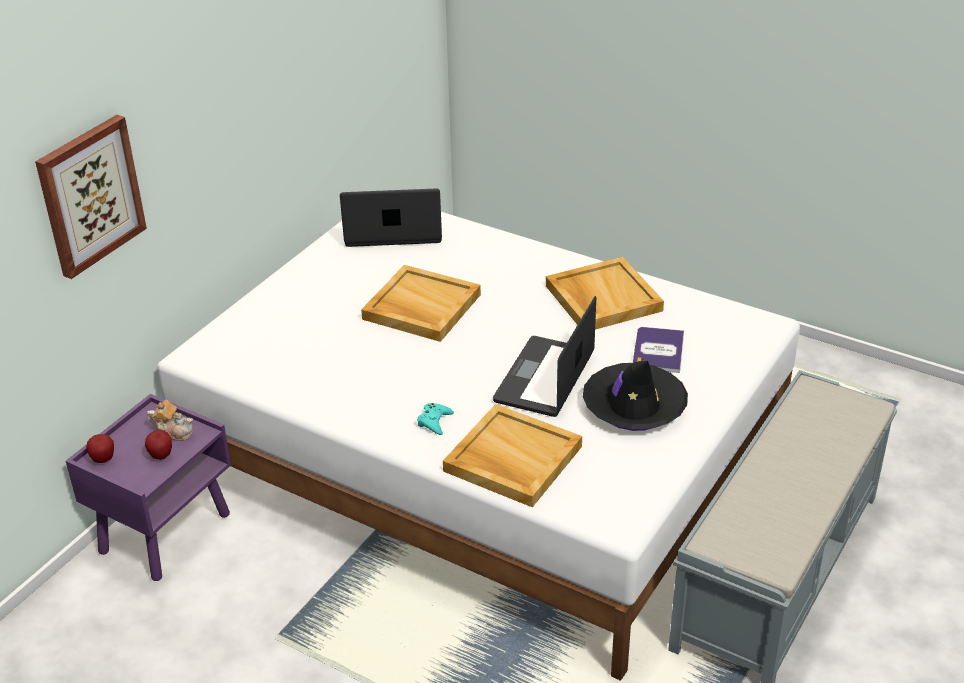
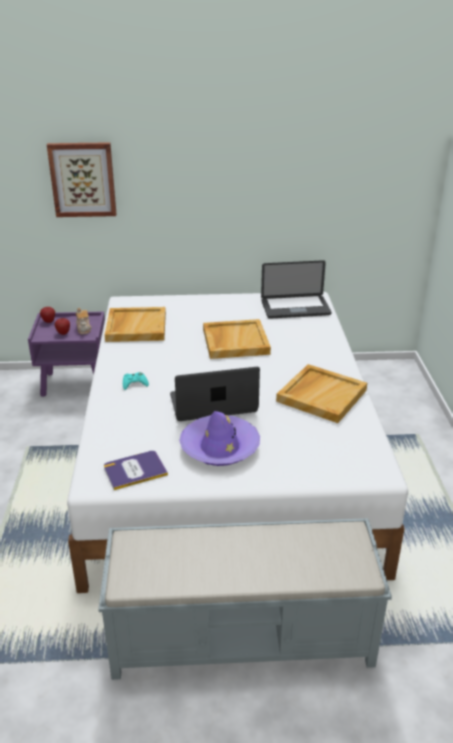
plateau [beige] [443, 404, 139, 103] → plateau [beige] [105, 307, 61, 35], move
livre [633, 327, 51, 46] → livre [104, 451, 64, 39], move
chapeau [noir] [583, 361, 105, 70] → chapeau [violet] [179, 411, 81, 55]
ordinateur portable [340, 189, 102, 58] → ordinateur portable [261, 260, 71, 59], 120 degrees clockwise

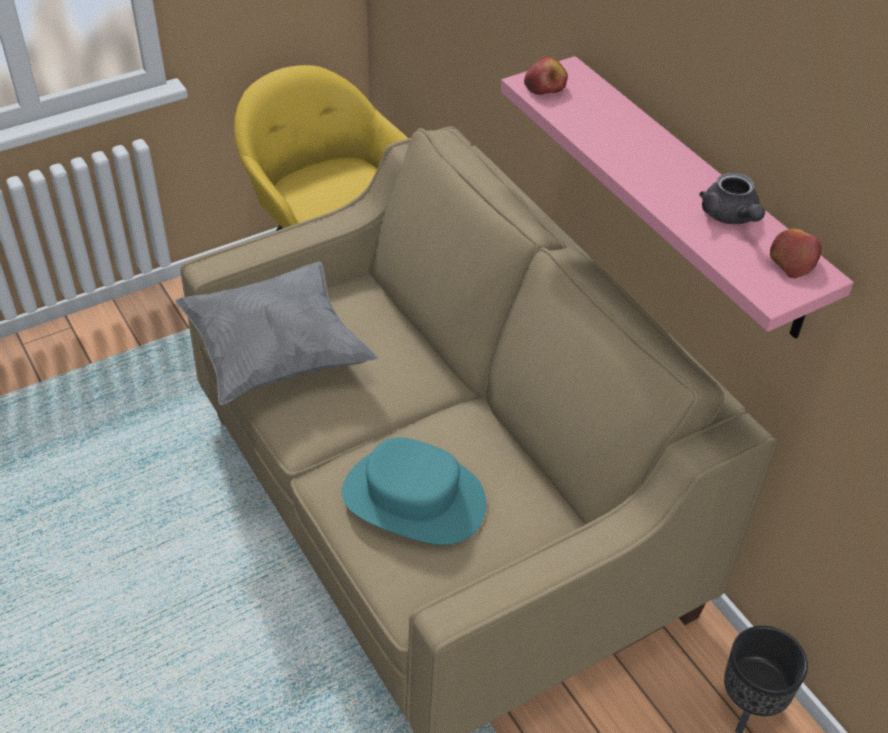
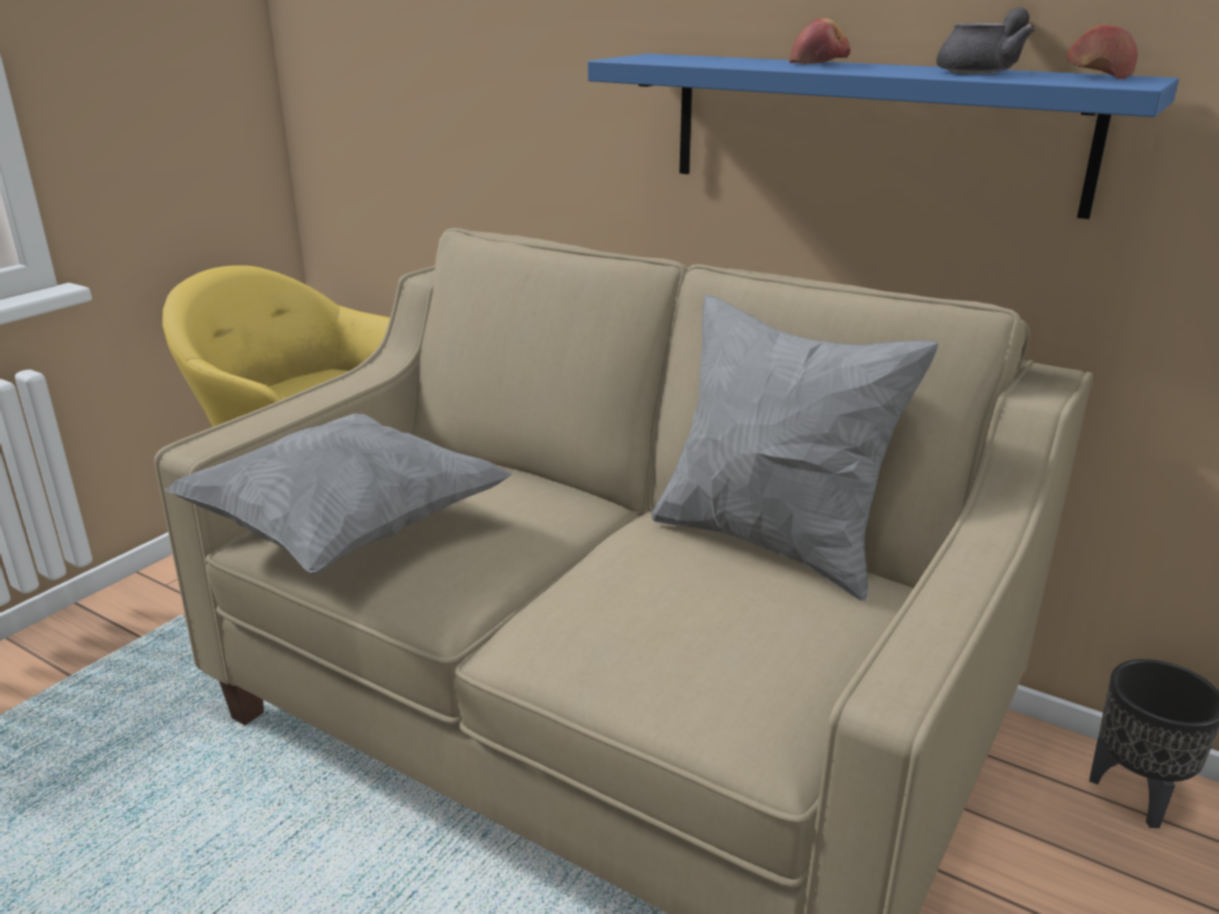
chapeau [turquoise] [342, 437, 144, 108] → -
- → coussin [gris] [652, 294, 286, 307]
pomme [524, 57, 44, 38] → pomme [789, 18, 61, 46], move
étagère [rose] [501, 56, 353, 283] → étagère [bleu] [588, 54, 591, 165]
théière [gris] [699, 173, 66, 51] → théière [gris] [937, 7, 99, 67], 90 degrees counterclockwise

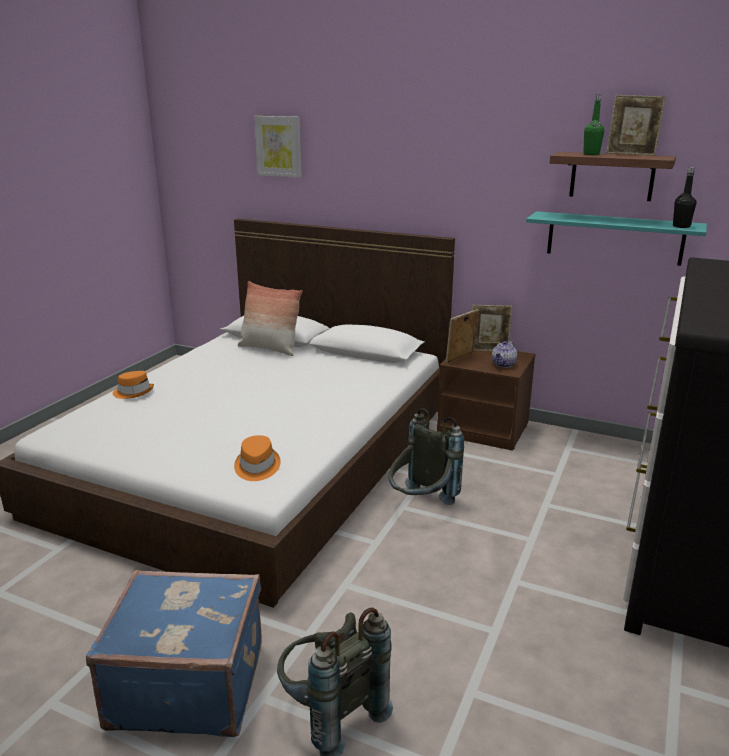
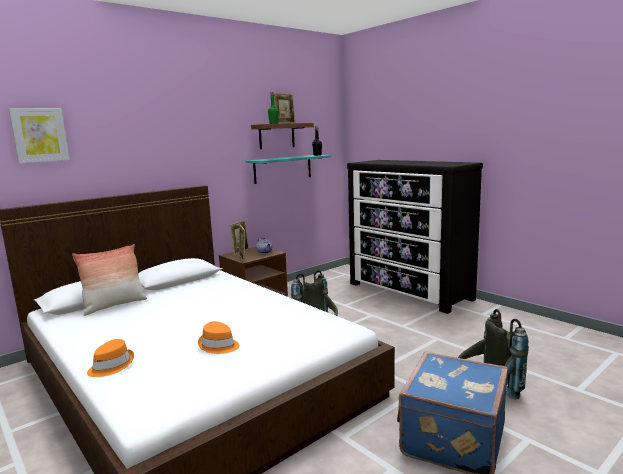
chapeau [orange] [234, 435, 46, 46] → chapeau [orange] [198, 321, 42, 33], move

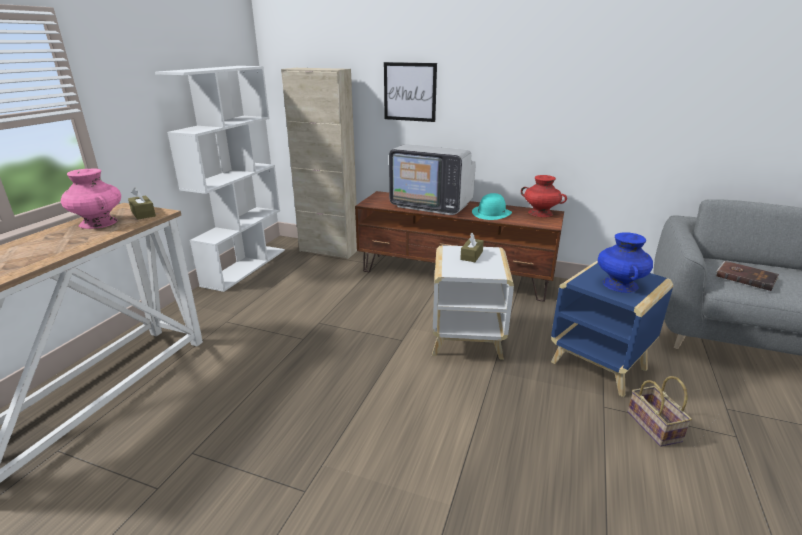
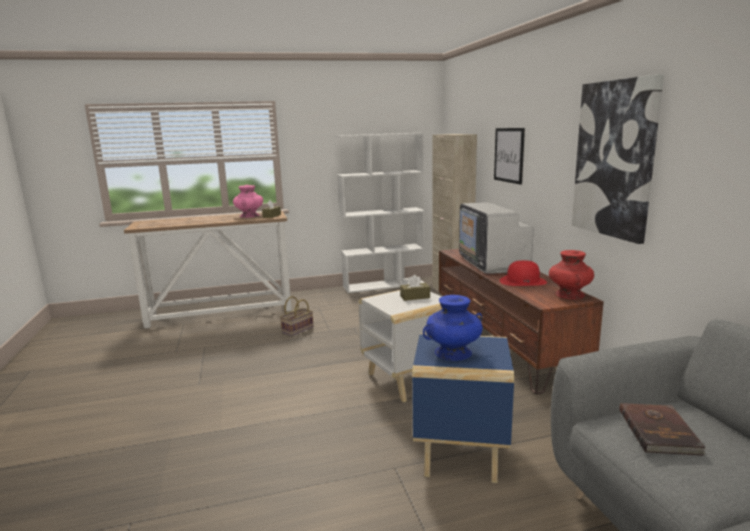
- → tableau [572, 74, 92, 170]
panier [628, 376, 64, 71] → panier [280, 296, 34, 40], move
chapeau [turquoise] [472, 193, 40, 27] → chapeau [rouge] [500, 260, 47, 26]

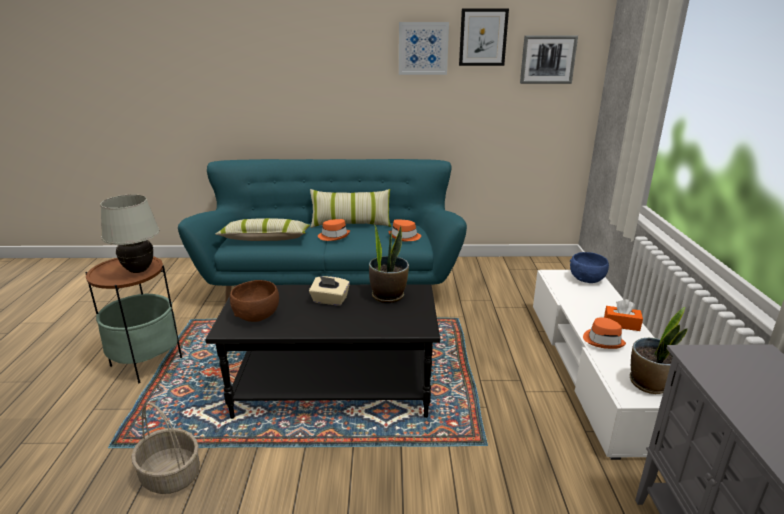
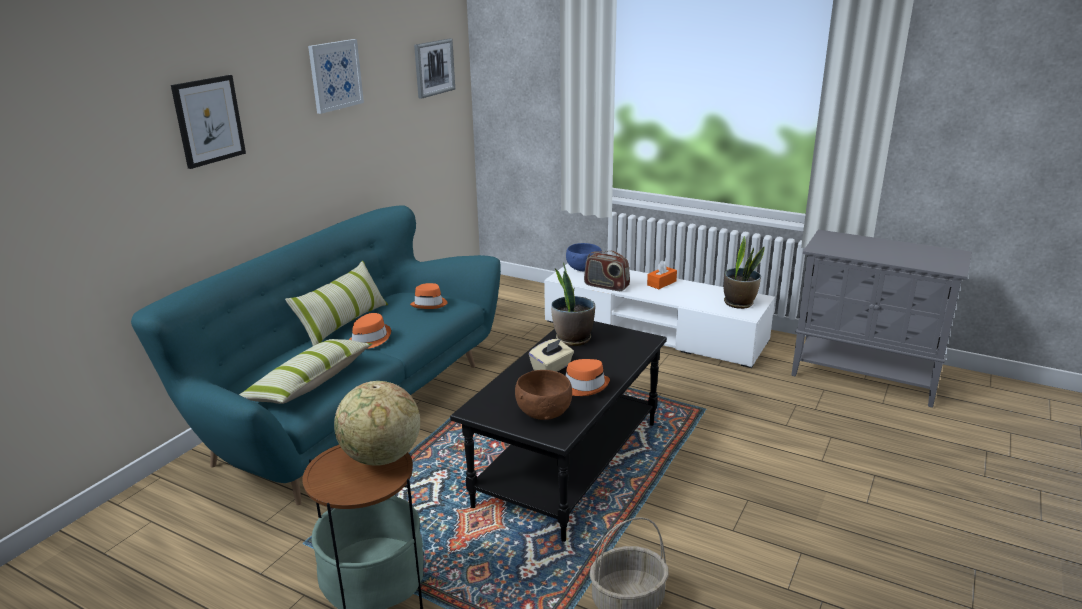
- → radio [584, 251, 46, 40]
tableau [459, 9, 50, 57] → tableau [171, 75, 75, 94], move
chapeau [orange] [583, 317, 43, 32] → chapeau [orange] [565, 359, 45, 37], move
lampe de table [blanc] [100, 194, 60, 79] → globe [334, 381, 86, 85]

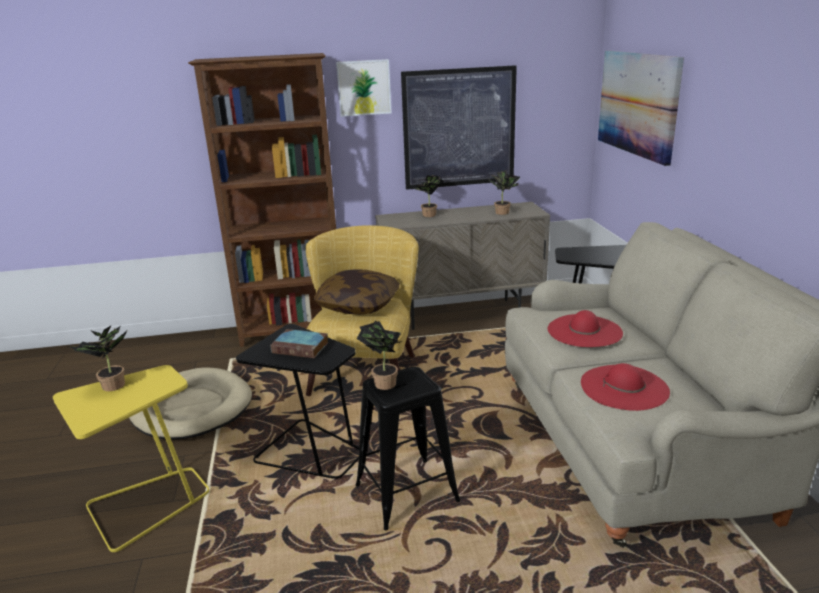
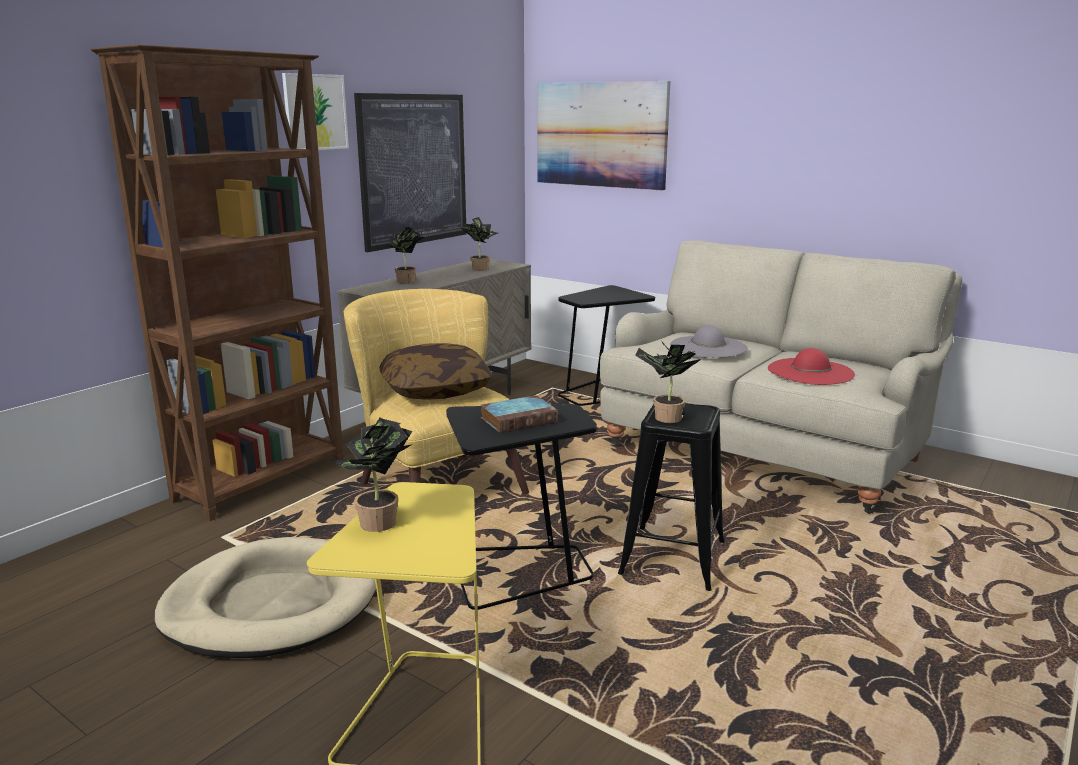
chapeau [rouge] [547, 310, 76, 37] → chapeau [gris] [670, 325, 78, 33]

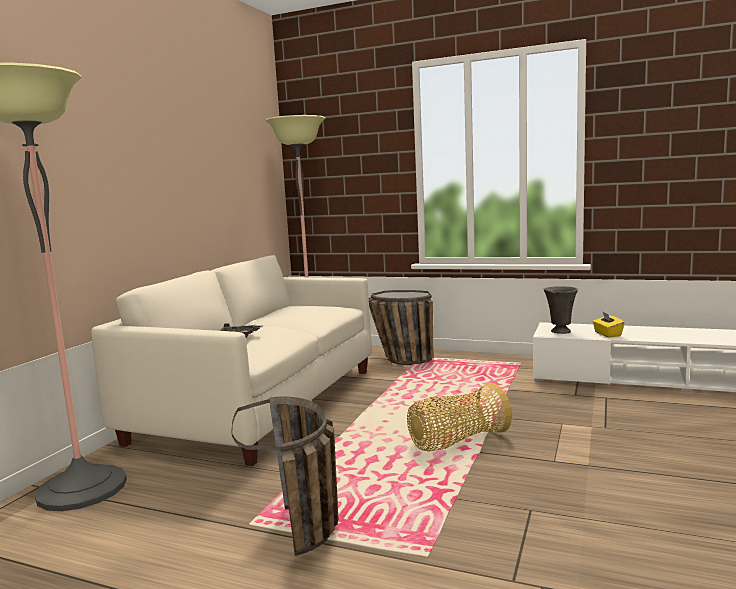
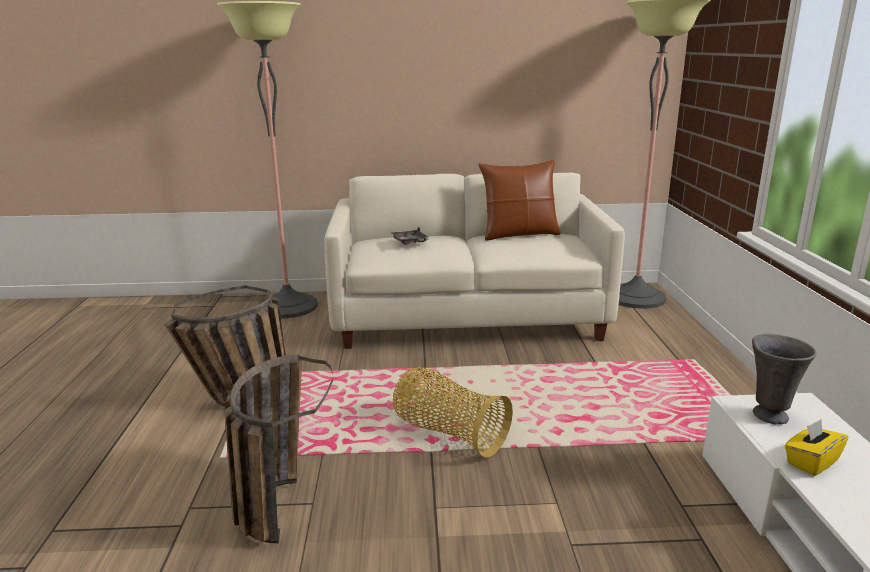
- → coussin [marron] [478, 160, 82, 81]
panier [369, 290, 65, 75] → panier [224, 354, 109, 189], move

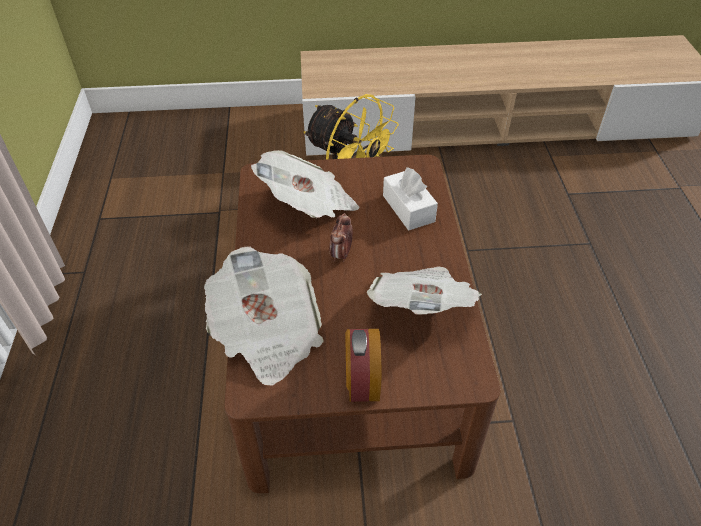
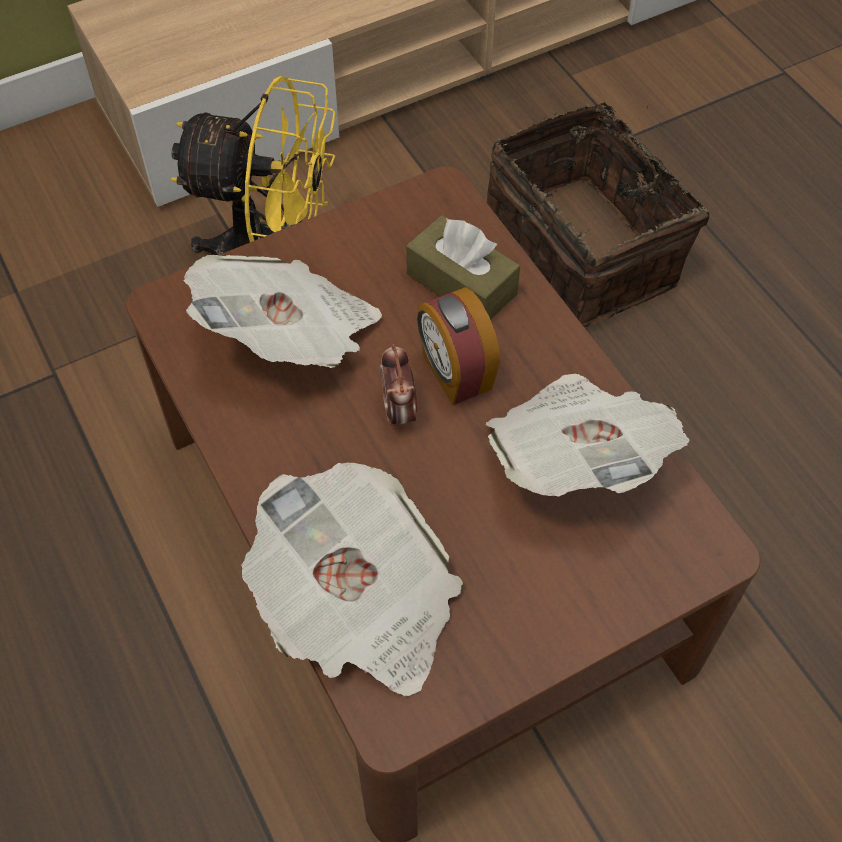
- → panier [487, 102, 222, 225]
réveil [345, 329, 36, 73] → réveil [417, 287, 83, 118], move
boîte à mouchoirs [blanc] [383, 167, 55, 63] → boîte à mouchoirs [marron] [406, 215, 114, 105]

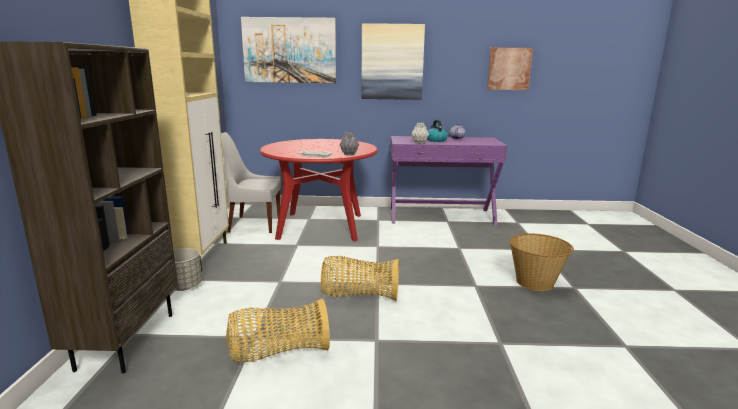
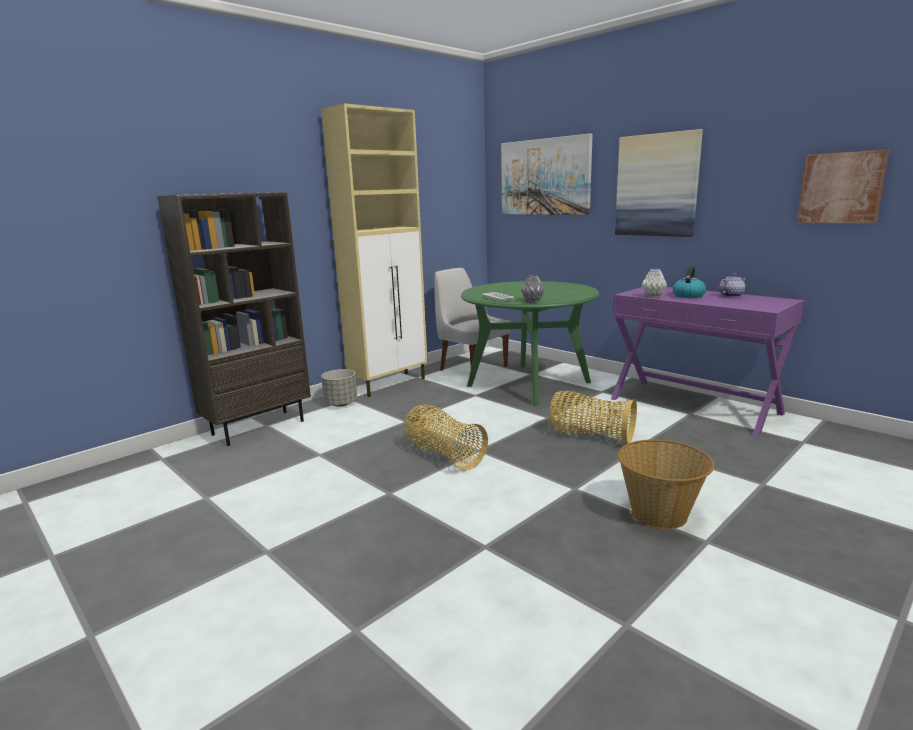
panier [226, 298, 104, 64] → panier [549, 391, 88, 53], move
table à manger [rouge] [260, 139, 118, 102] → table à manger [vert] [461, 281, 139, 126]

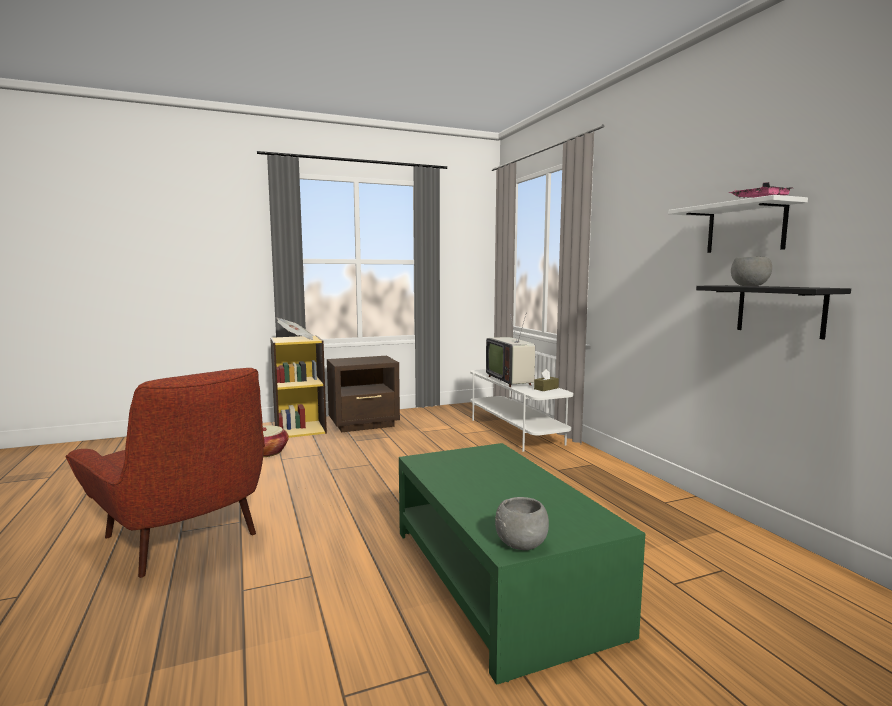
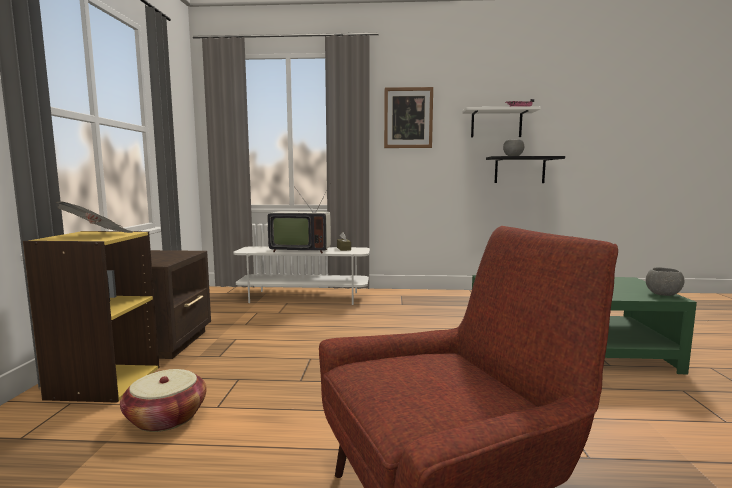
- → tableau [384, 87, 49, 61]

